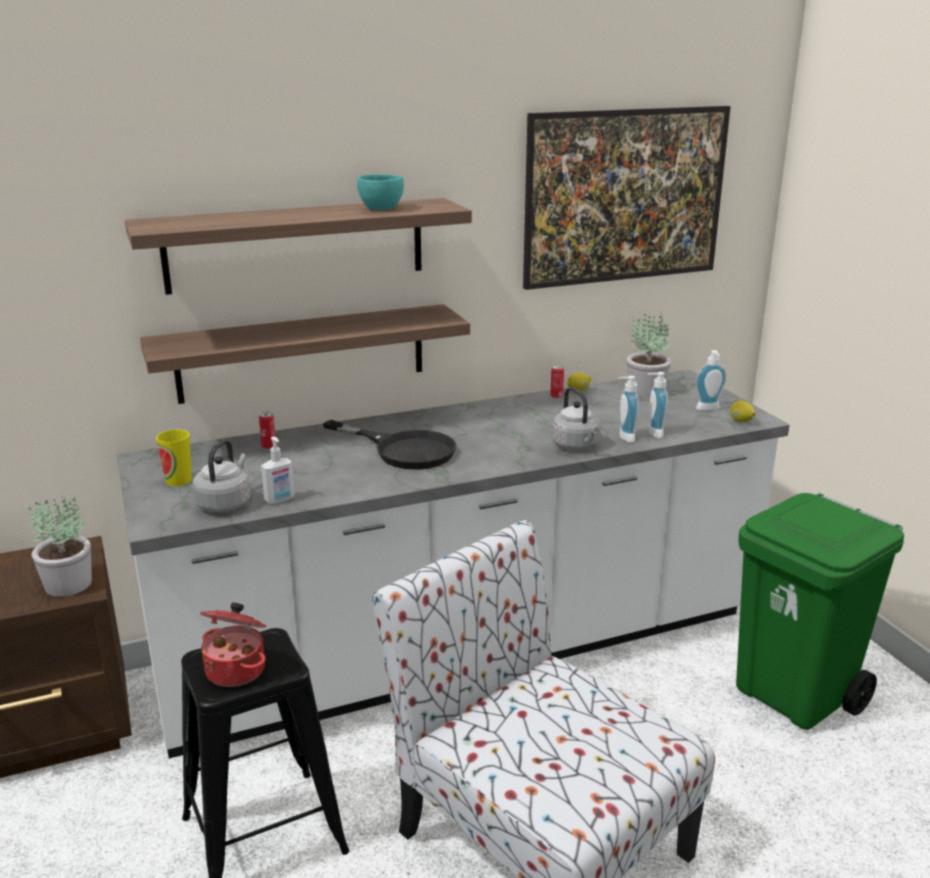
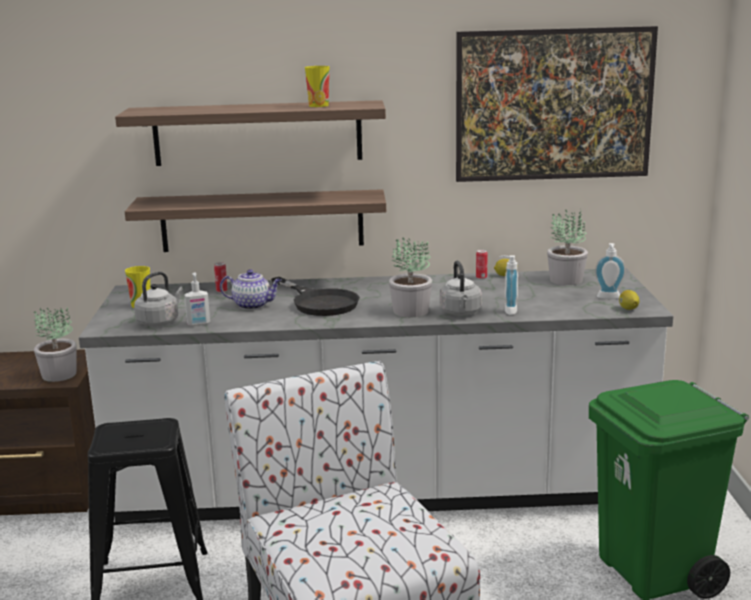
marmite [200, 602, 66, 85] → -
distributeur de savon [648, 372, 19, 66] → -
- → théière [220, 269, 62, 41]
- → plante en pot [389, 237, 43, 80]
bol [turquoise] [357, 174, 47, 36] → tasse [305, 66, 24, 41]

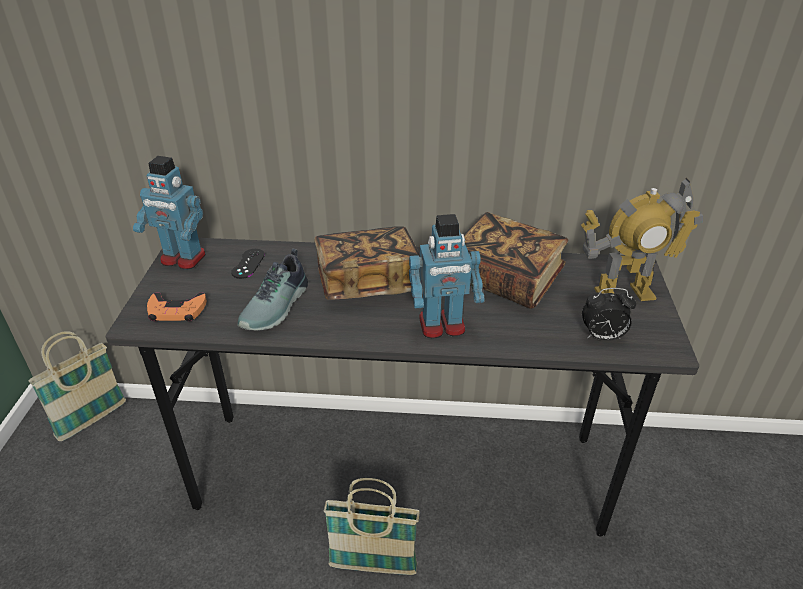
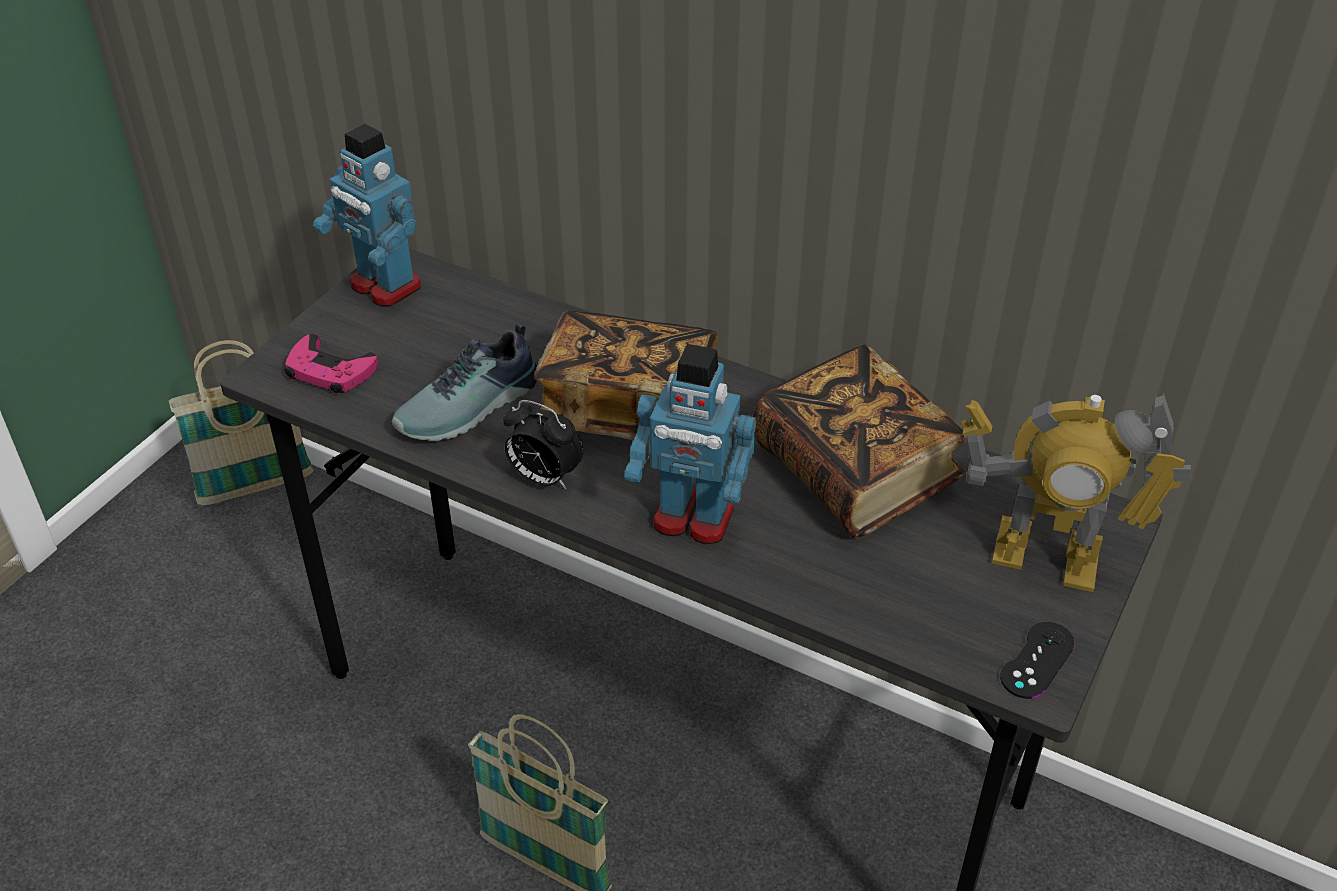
manette [noir] [231, 249, 34, 30] → manette [noir] [1000, 622, 75, 77], move
réveil [582, 288, 54, 53] → réveil [503, 400, 81, 89], move
manette [orange] [147, 292, 60, 29] → manette [rose] [284, 334, 94, 59]

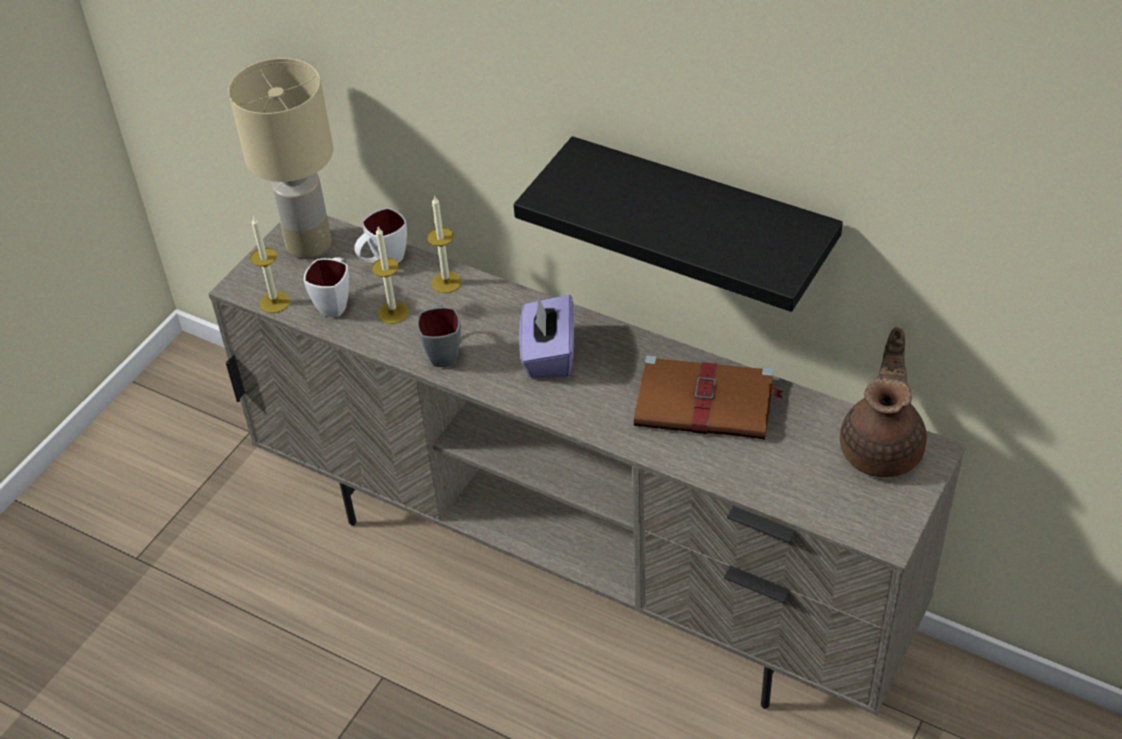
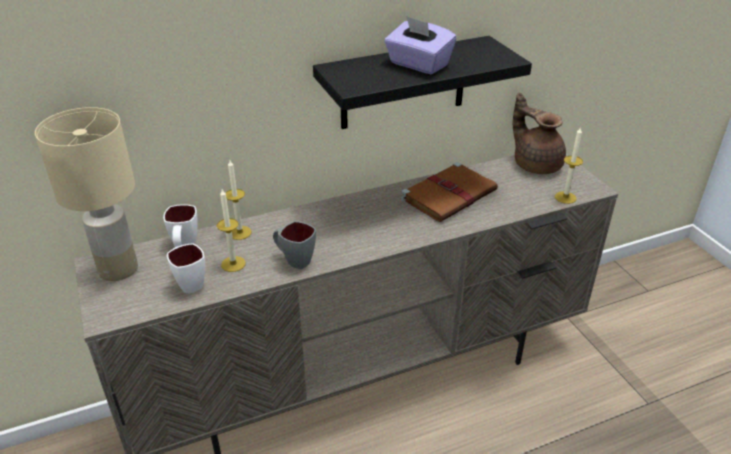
bougie [250, 216, 40, 97] → bougie [555, 127, 28, 77], move
boîte à mouchoirs [violet] [519, 295, 55, 83] → boîte à mouchoirs [violet] [384, 16, 73, 59], move

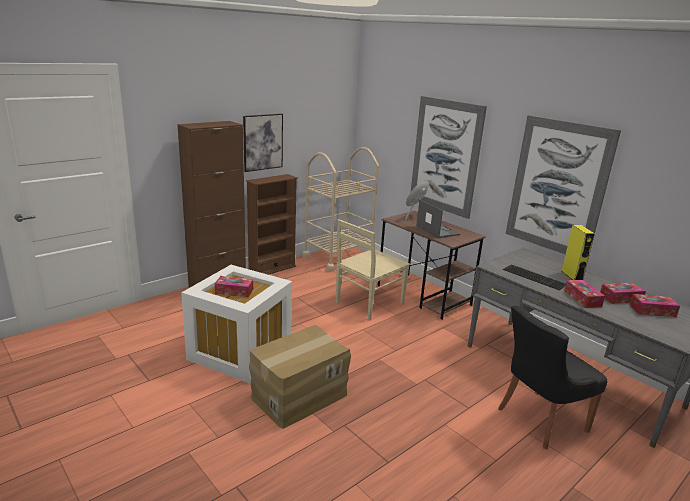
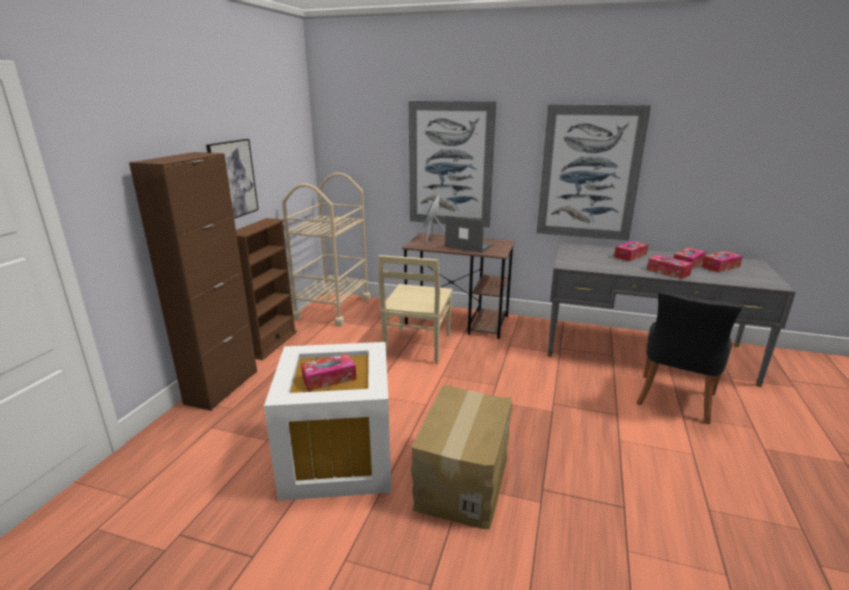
clavier [503, 265, 63, 25] → -
enceinte [jaune] [562, 225, 33, 55] → boîte à mouchoirs [614, 241, 34, 20]

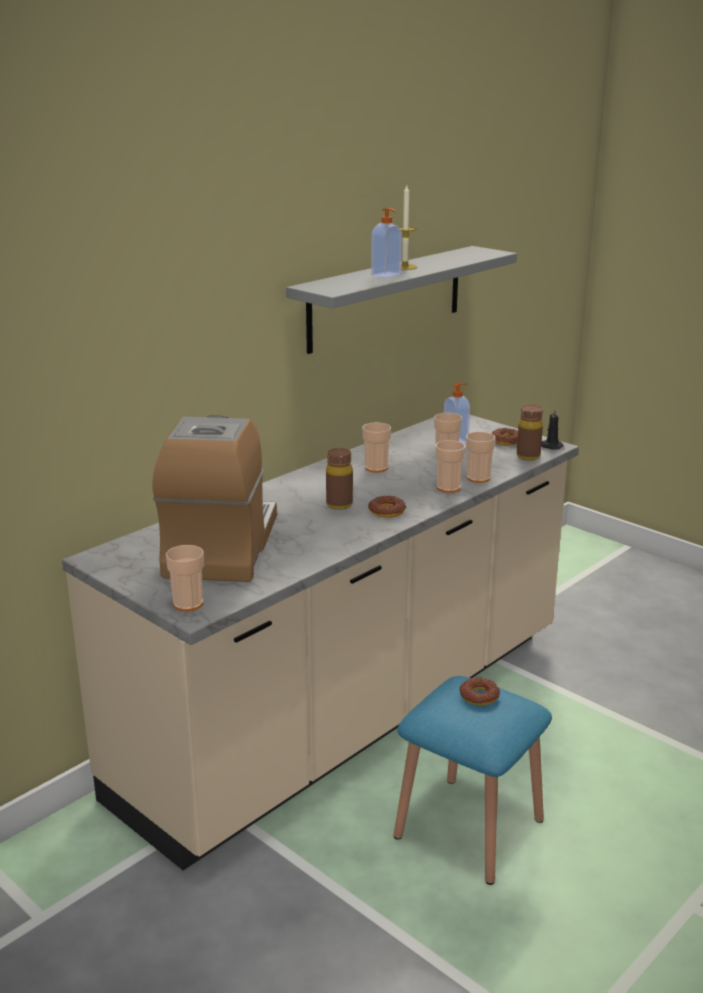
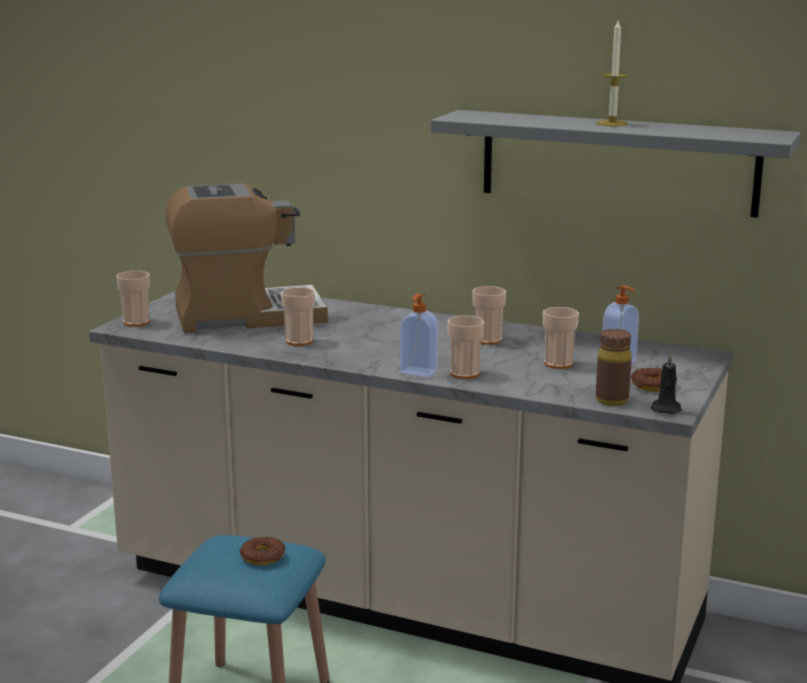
bouteille [marron] [326, 448, 27, 62] → -
beignet [368, 496, 38, 22] → -
distributeur de savon [371, 208, 31, 70] → distributeur de savon [400, 294, 38, 83], move
tasse [466, 432, 30, 51] → tasse [281, 287, 34, 59], move

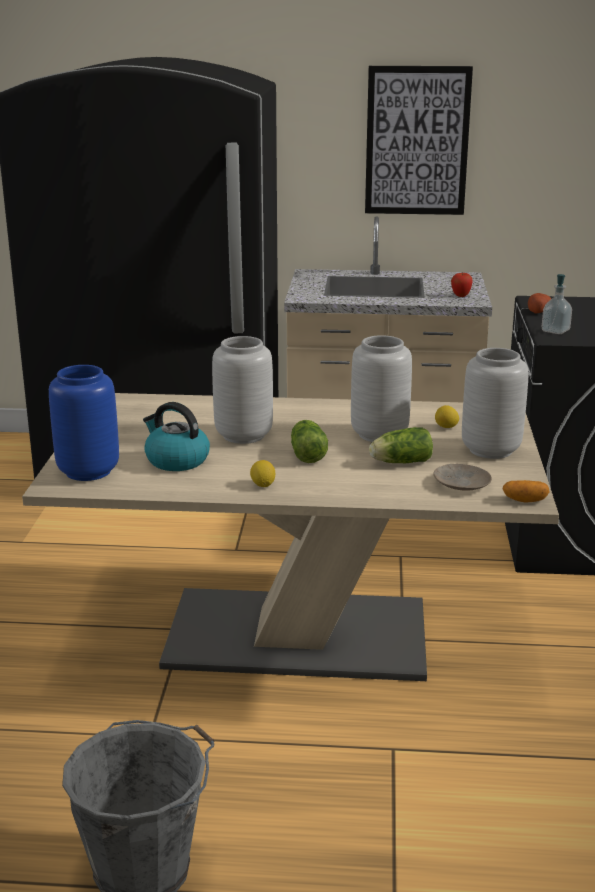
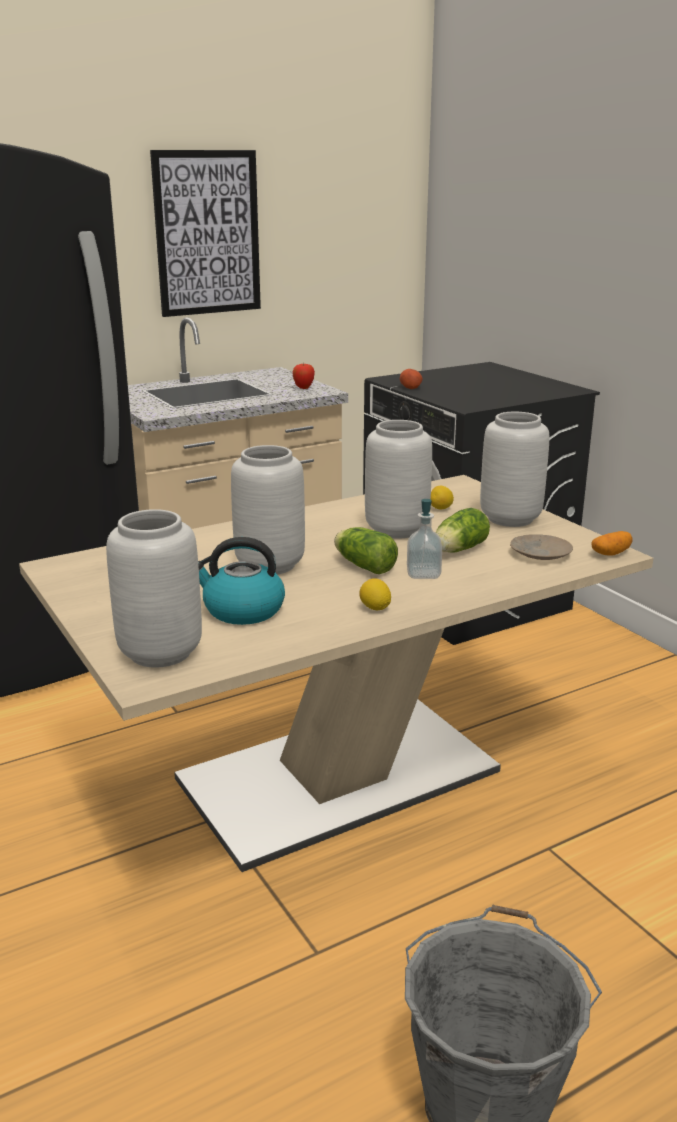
distributeur de savon [542, 274, 30, 60] → distributeur de savon [407, 499, 35, 80], move
vase [bleu] [49, 365, 70, 116] → vase [gris] [106, 509, 96, 159]

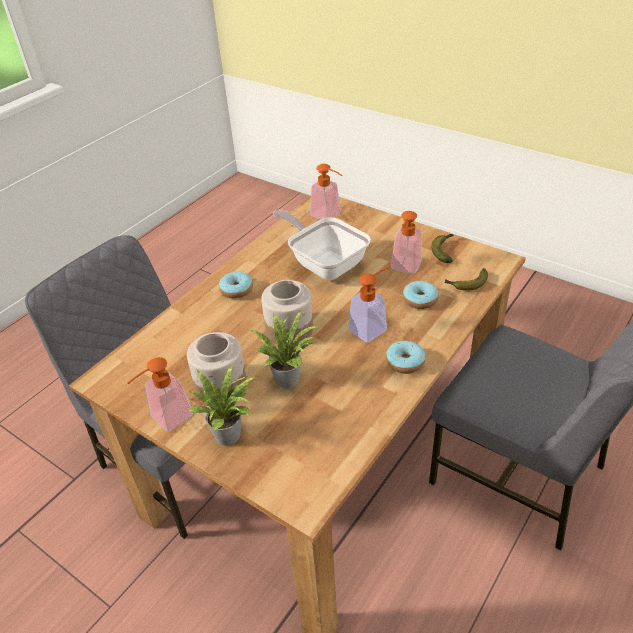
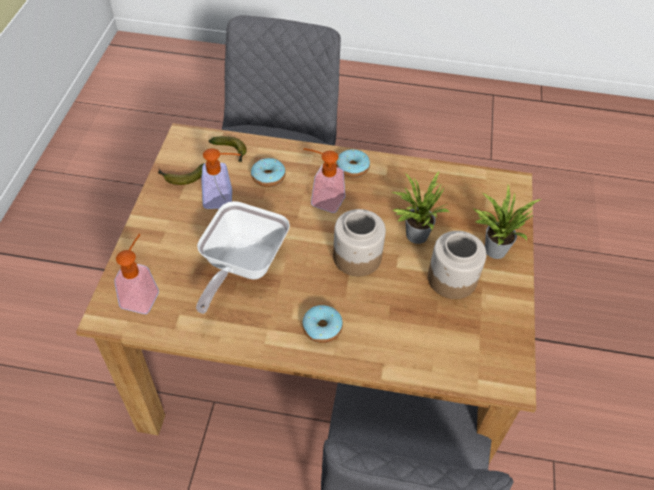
distributeur de savon [127, 357, 66, 74] → -

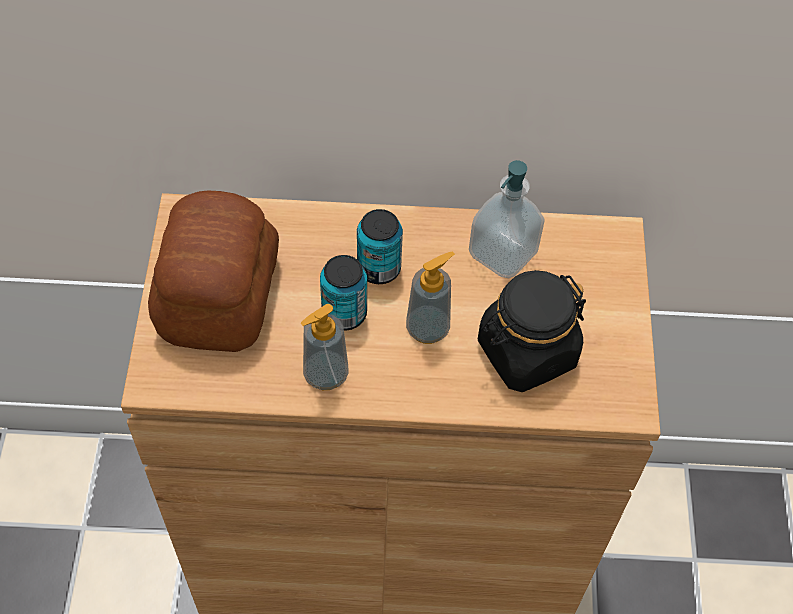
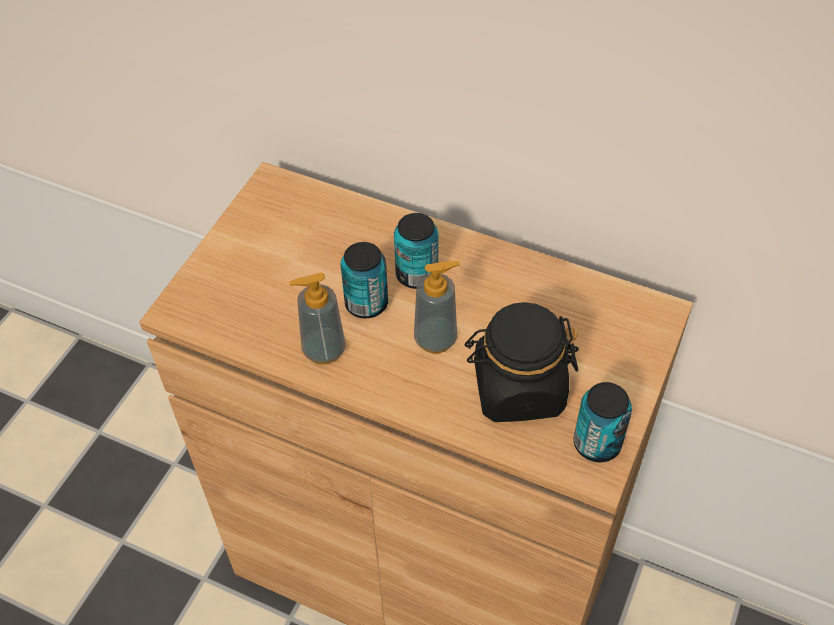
pain [148, 191, 131, 161] → -
distributeur de savon [469, 160, 76, 118] → -
- → boîte métallique [574, 382, 58, 80]

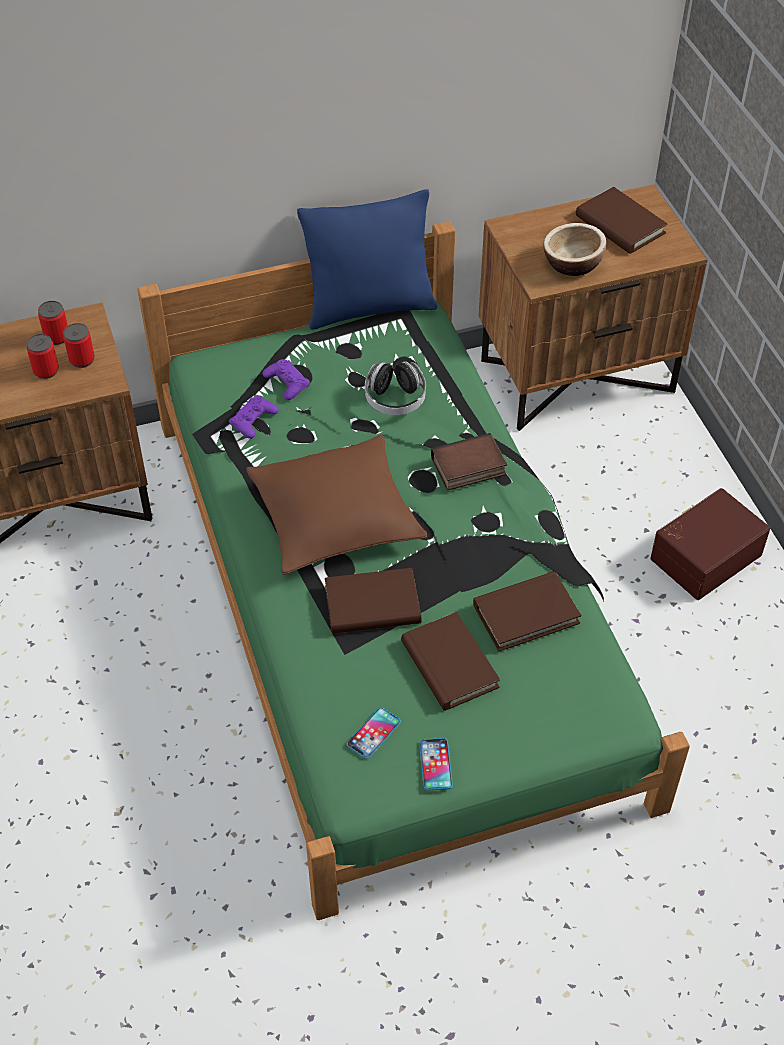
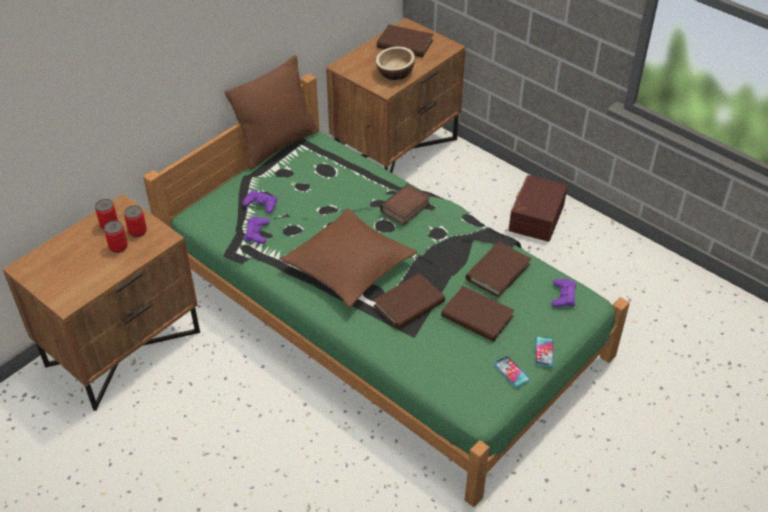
casque audio [365, 361, 61, 54] → -
- → manette [violet] [551, 279, 25, 28]
téléphone [347, 707, 54, 52] → téléphone [535, 336, 19, 31], move
coussin [bleu] [297, 189, 140, 141] → coussin [marron] [225, 55, 94, 115]

